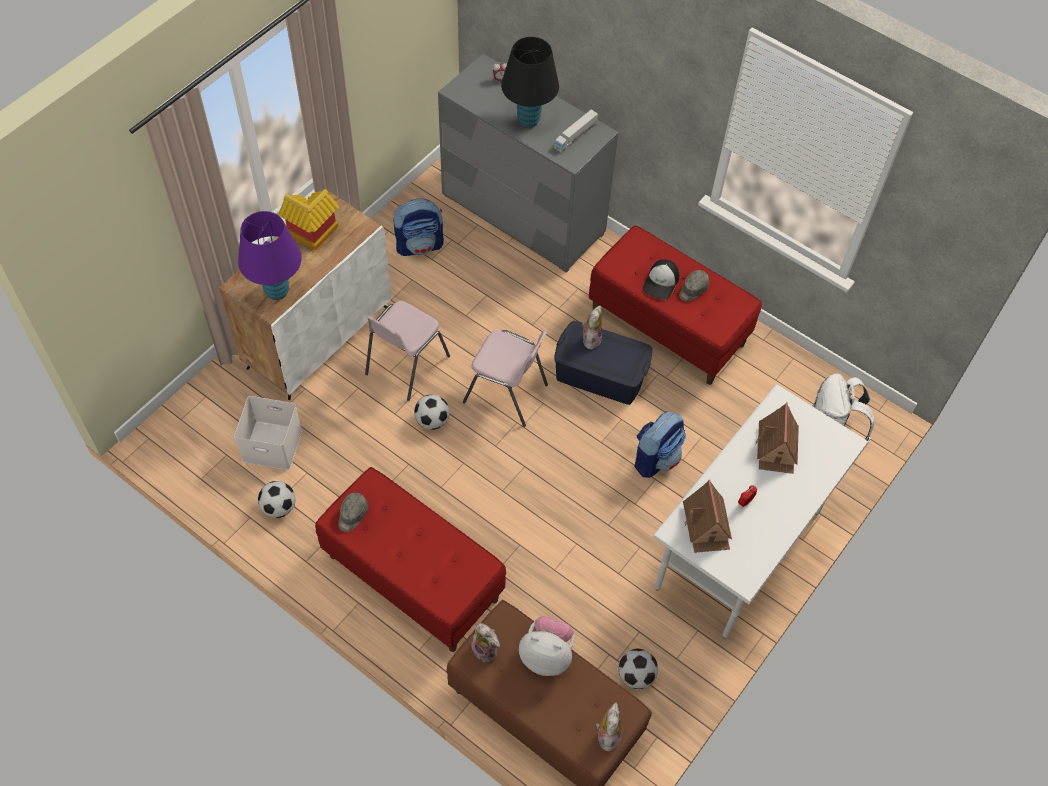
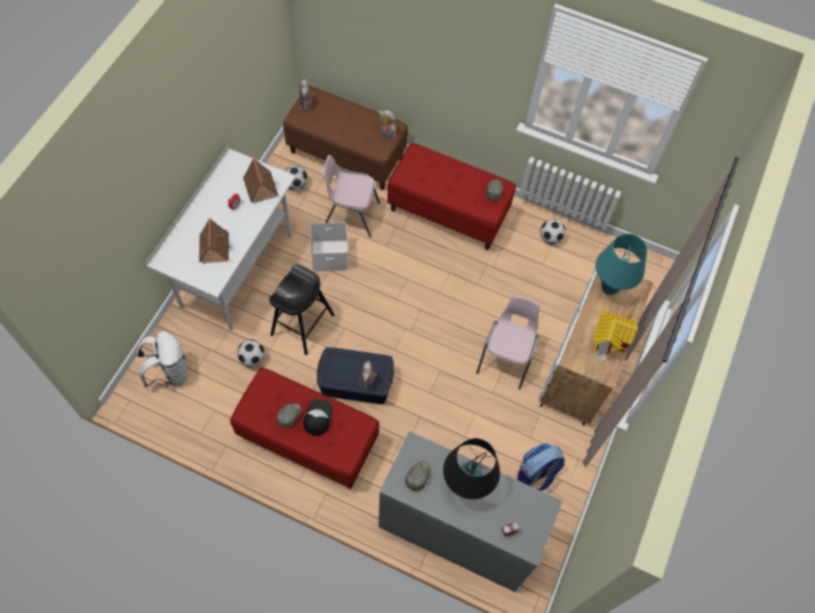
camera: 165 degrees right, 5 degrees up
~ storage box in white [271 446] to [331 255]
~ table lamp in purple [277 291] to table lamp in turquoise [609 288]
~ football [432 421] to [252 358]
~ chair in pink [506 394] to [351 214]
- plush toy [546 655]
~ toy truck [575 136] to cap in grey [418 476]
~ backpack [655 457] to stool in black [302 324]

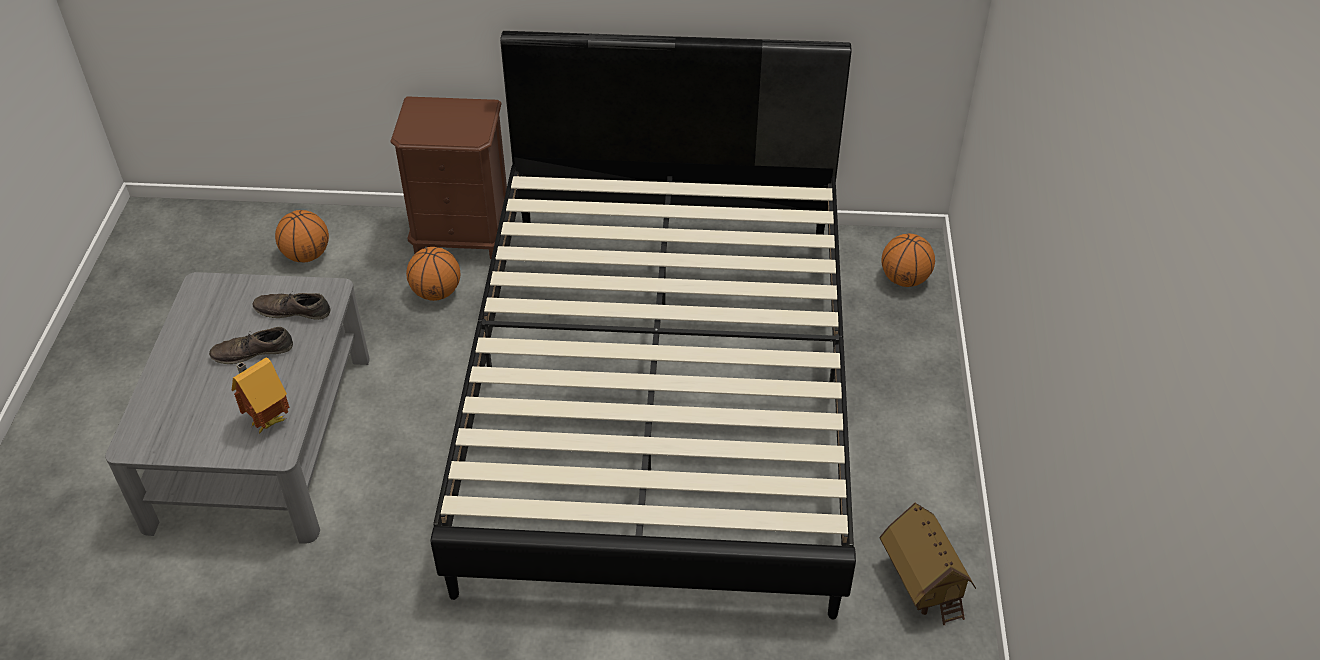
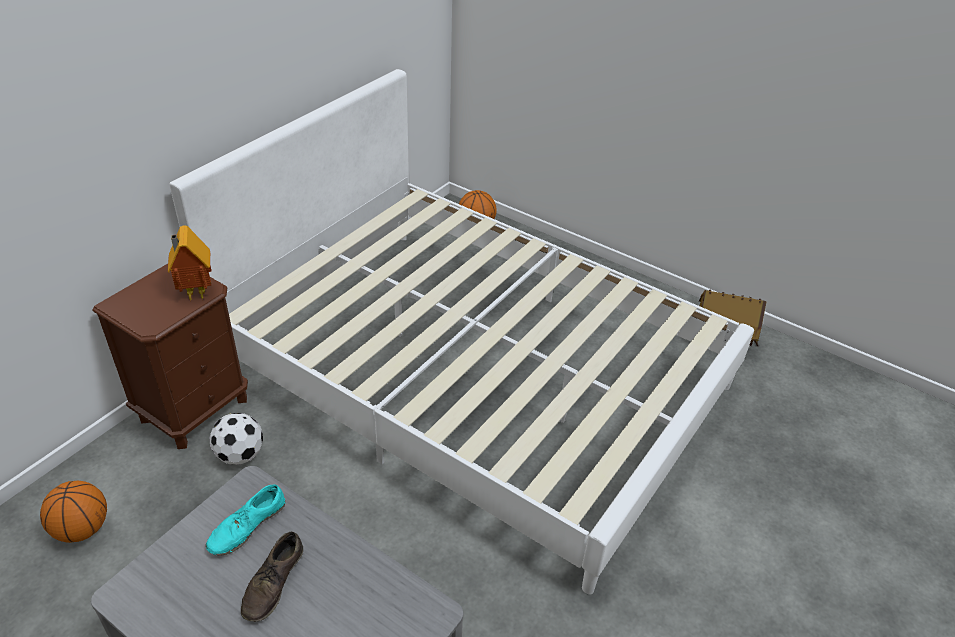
camera: 60 degrees left, 5 degrees down
~ toy house [267 421] to [194 292]
~ shoe in brown [293 311] to shoe in turquoise [247 526]
~ basketball [436 293] to football [240 454]
~ bed in black [661 391] to bed in white [474 374]

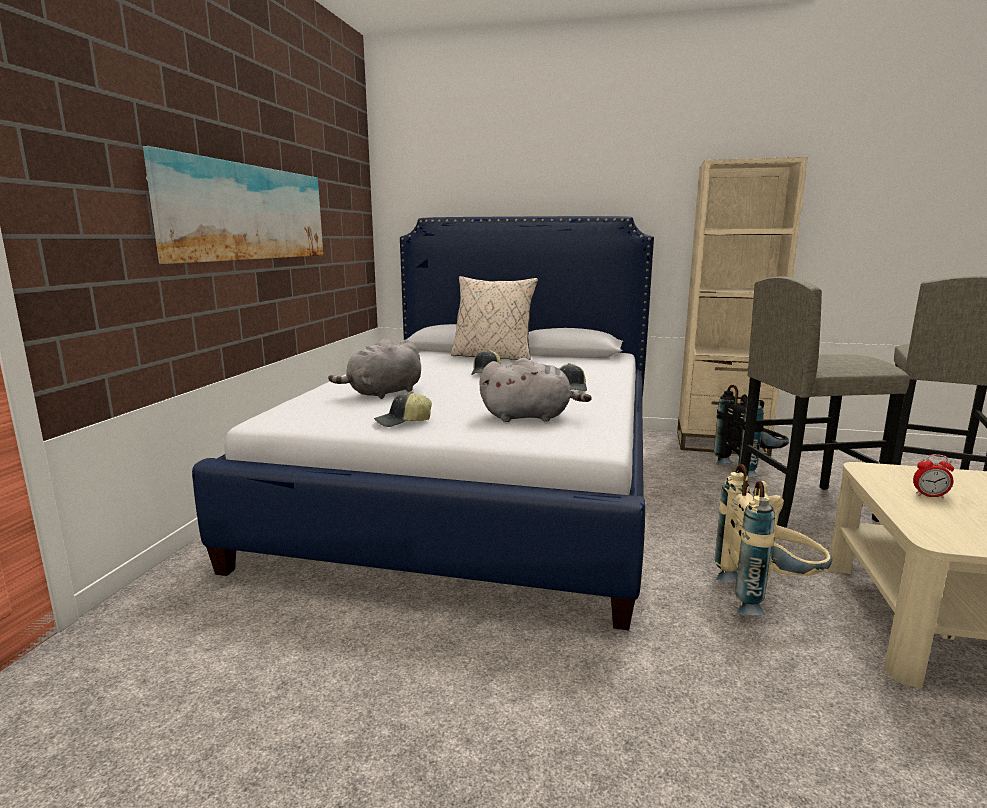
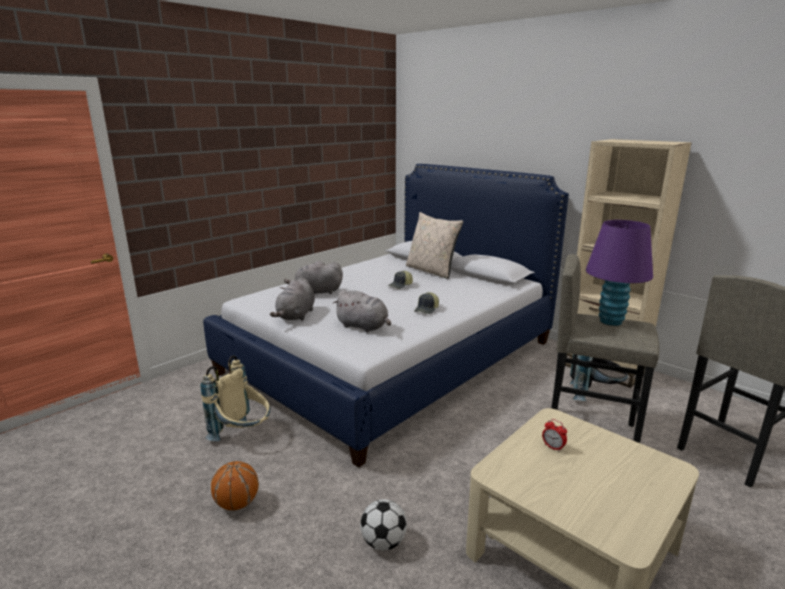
camera: 30 degrees right, 5 degrees up
- picture [247 212]
~ cap [403 422] to plush toy in grey [296 316]
~ backpack in beige [767 597] to [243 436]
+ basketball [237 504]
+ football [383 542]
+ table lamp in purple [610 321]

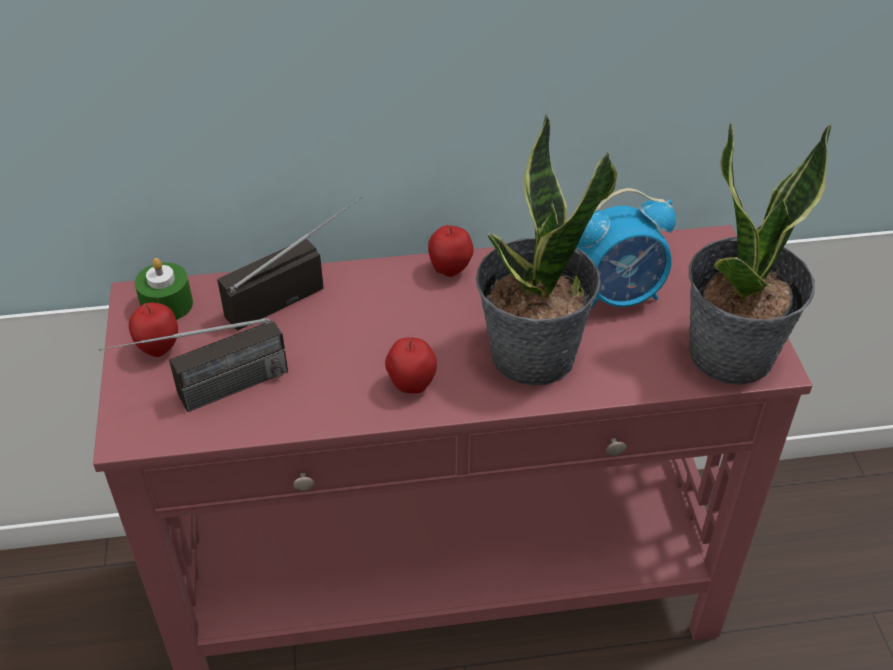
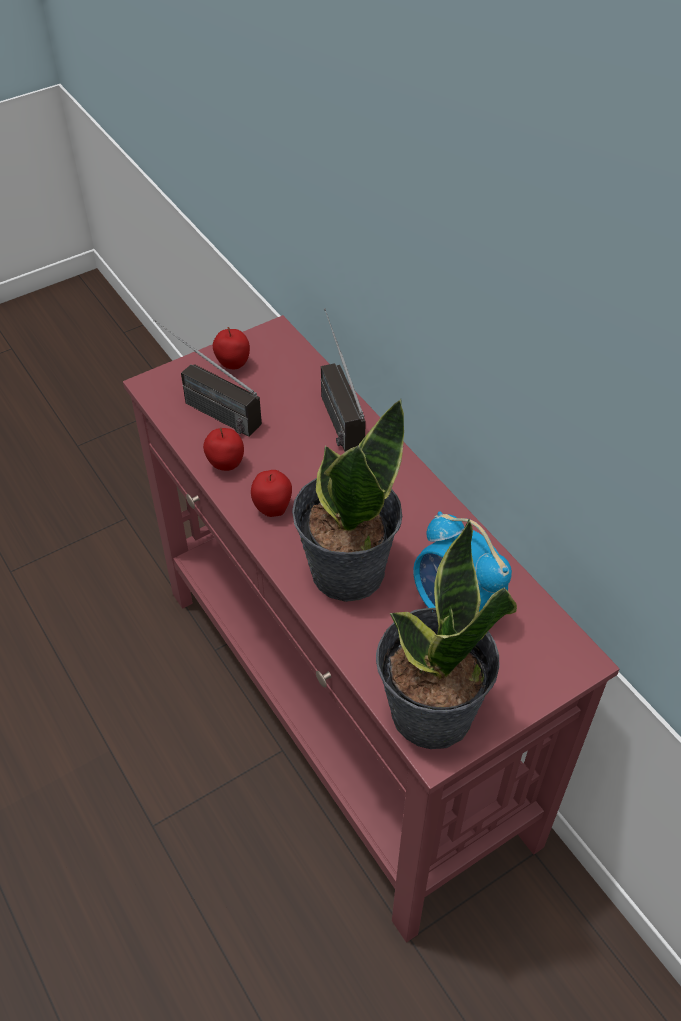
camera: 65 degrees right, 5 degrees up
- candle in green [167 304]
~ radio [296 290] = [333 407] 135 degrees counterclockwise
~ apple [450 271] to [226 466]

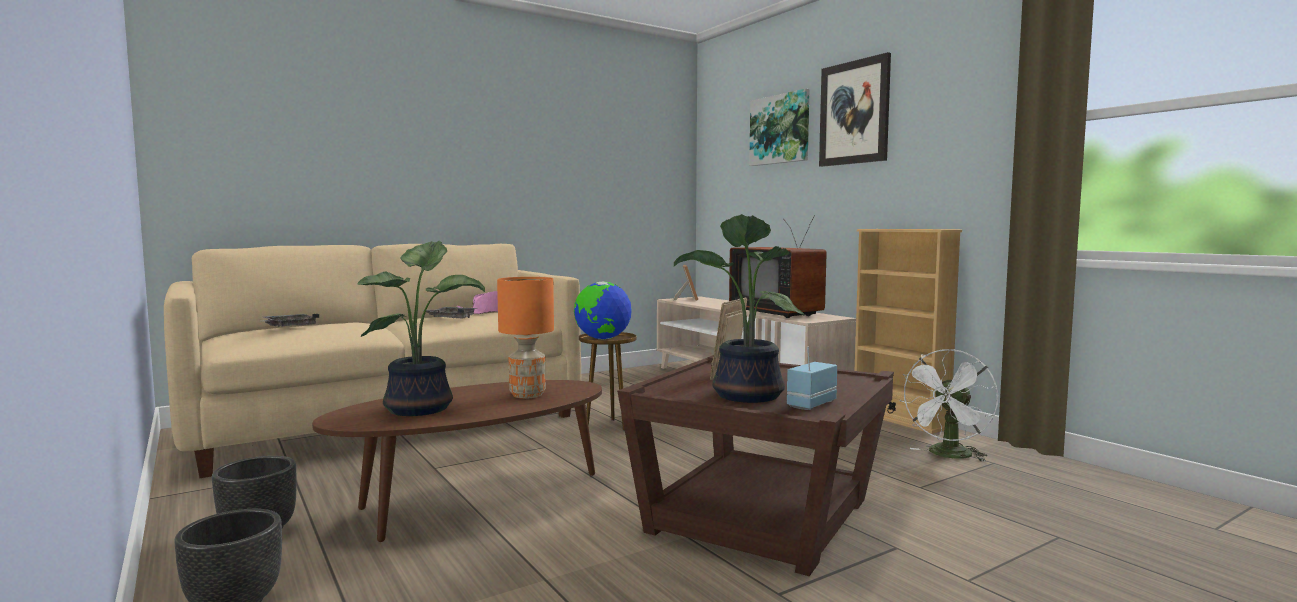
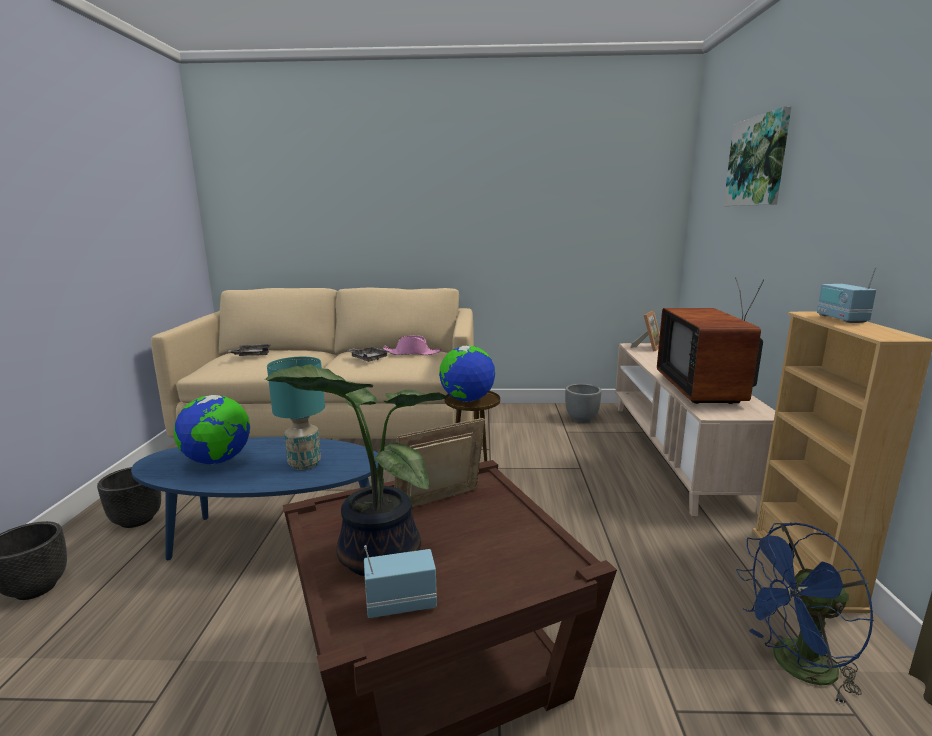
camera: 35 degrees right, 10 degrees up
~ coffee table in brown [474 501] to coffee table in blue [268 538]
~ potted plant [423 408] to globe [217 461]
~ table lamp in orange [527 395] to table lamp in turquoise [304 464]
- picture [854 113]
~ fan in white [948 456] to fan in blue [795 667]
+ planter in grey [581 419]
+ radio [841 319]

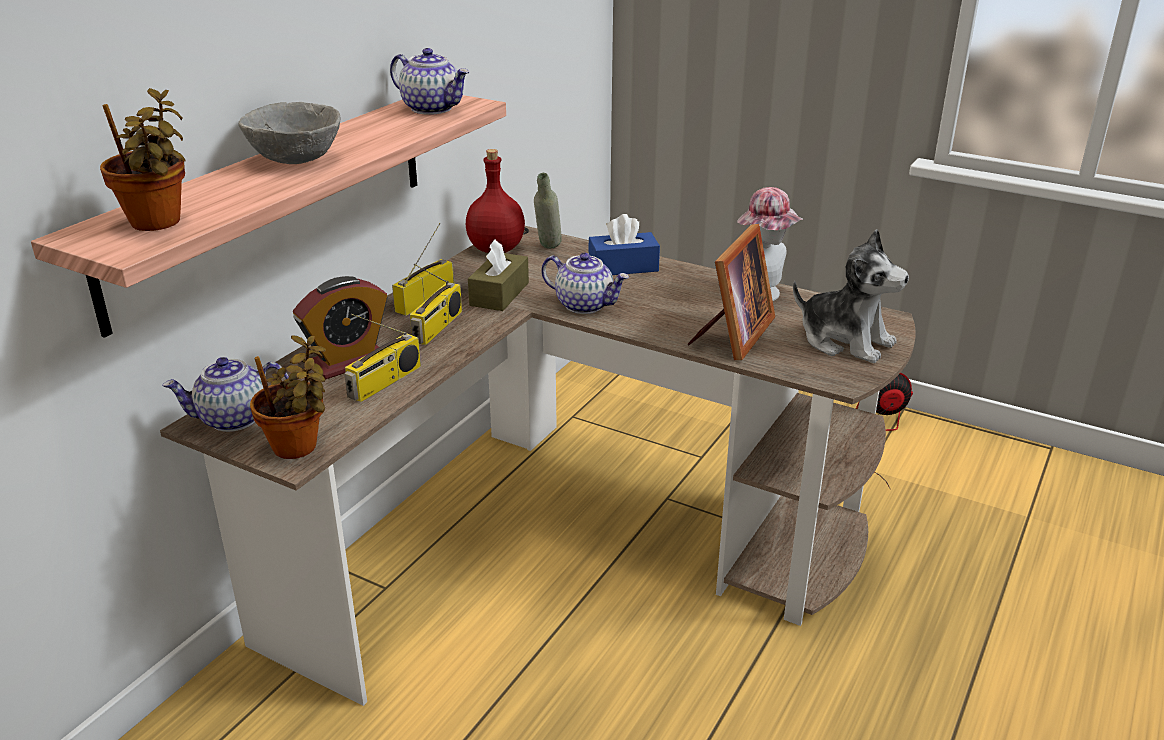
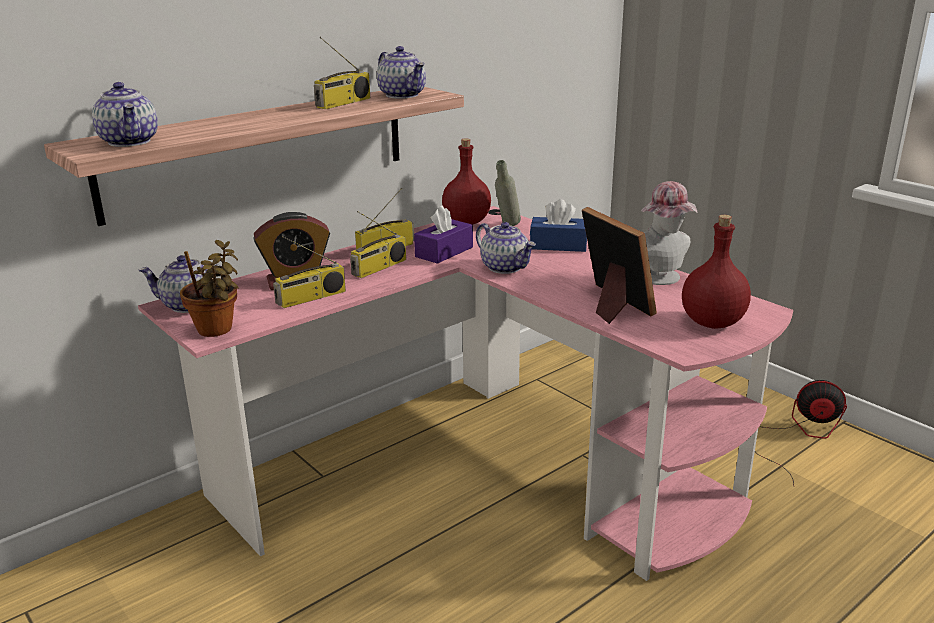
camera: 20 degrees right, 5 degrees down
~ potted plant [158 223] to teapot [130 142]
~ desk in brown [566 536] to desk in pink [482 467]
- bowl in grey [296 159]
~ tissue box in brown [499 294] to tissue box in purple [444 252]
~ picture frame [732 336] = [611 305] 75 degrees counterclockwise
~ plush toy [845 341] to bottle in red [711 322]
+ radio [343 103]

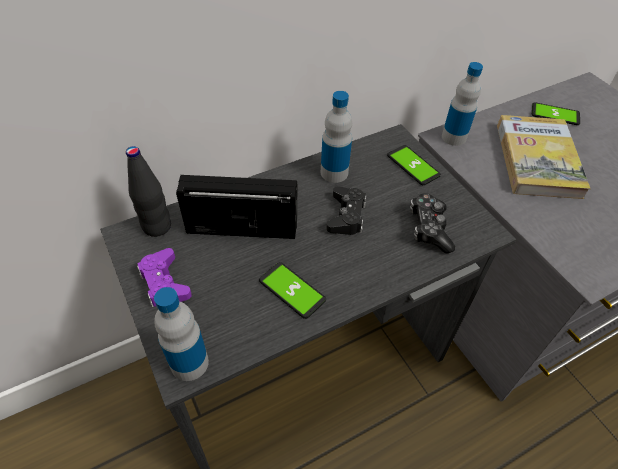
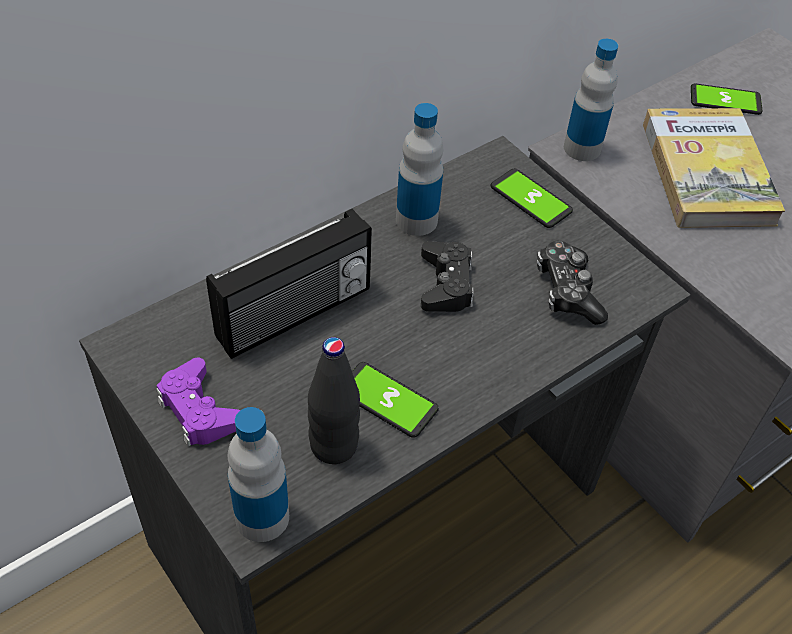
camera: 10 degrees left, 0 degrees up
~ bottle in black [157 227] to [334 446]
~ radio [242 226] = [296 315] 150 degrees clockwise

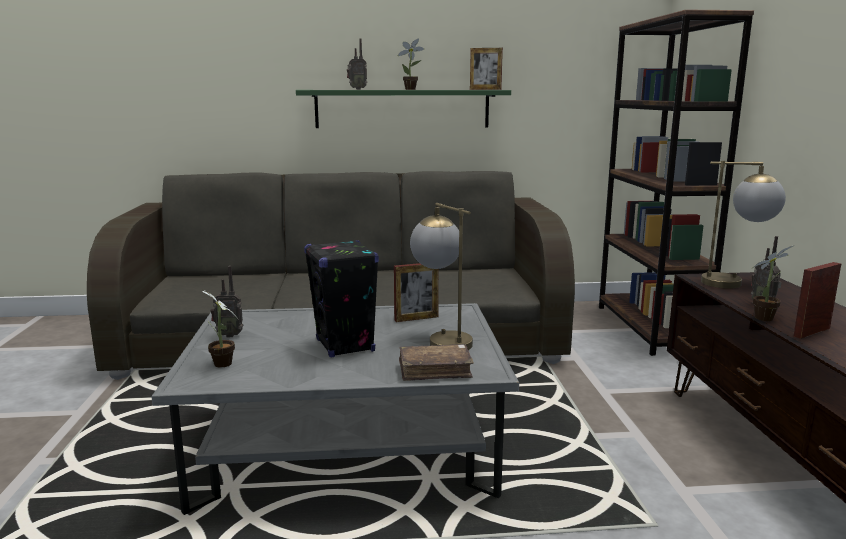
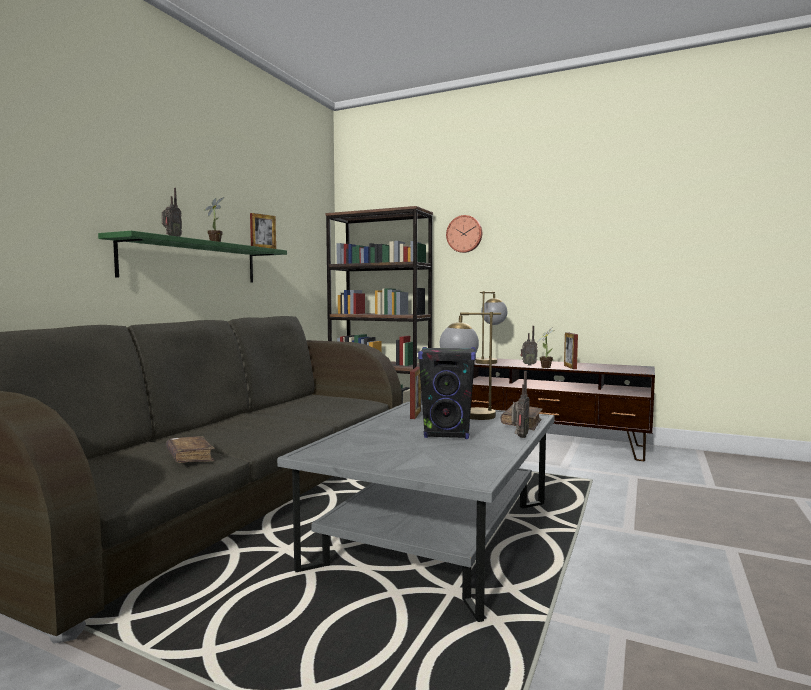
camera: 60 degrees left, 10 degrees down
- potted plant [222 365]
~ radio [229 335] to [519 437]
+ book in brown [190 457]
+ wall clock [464 234]

